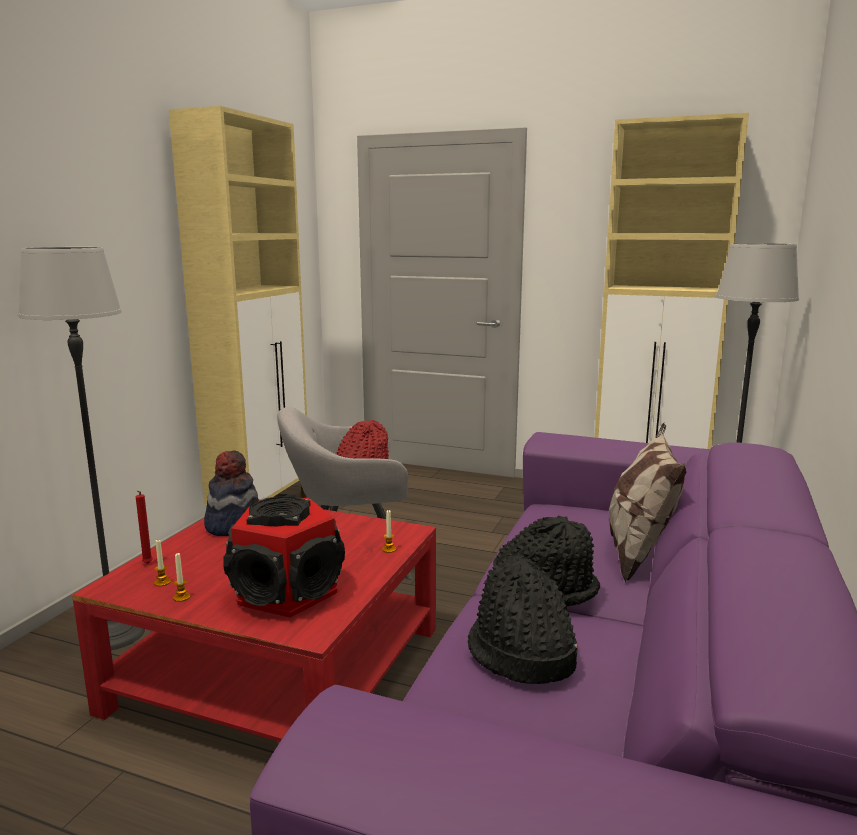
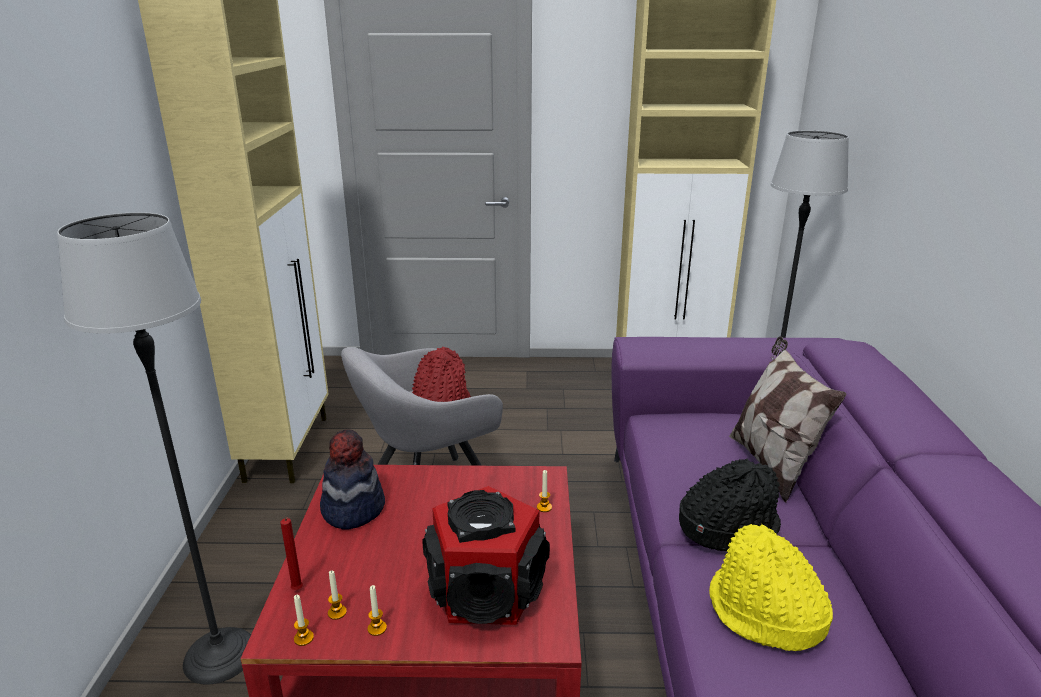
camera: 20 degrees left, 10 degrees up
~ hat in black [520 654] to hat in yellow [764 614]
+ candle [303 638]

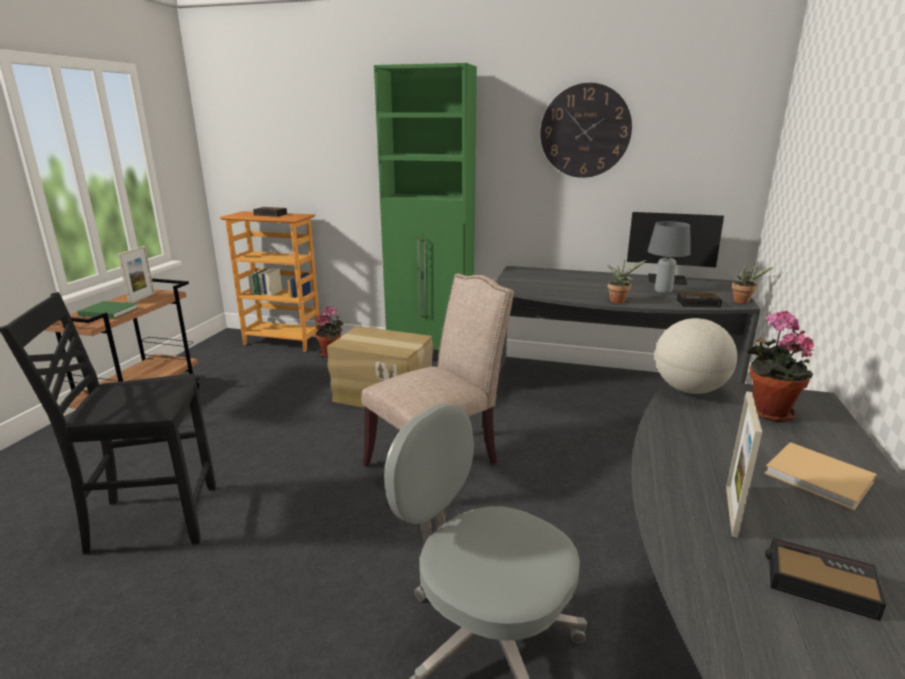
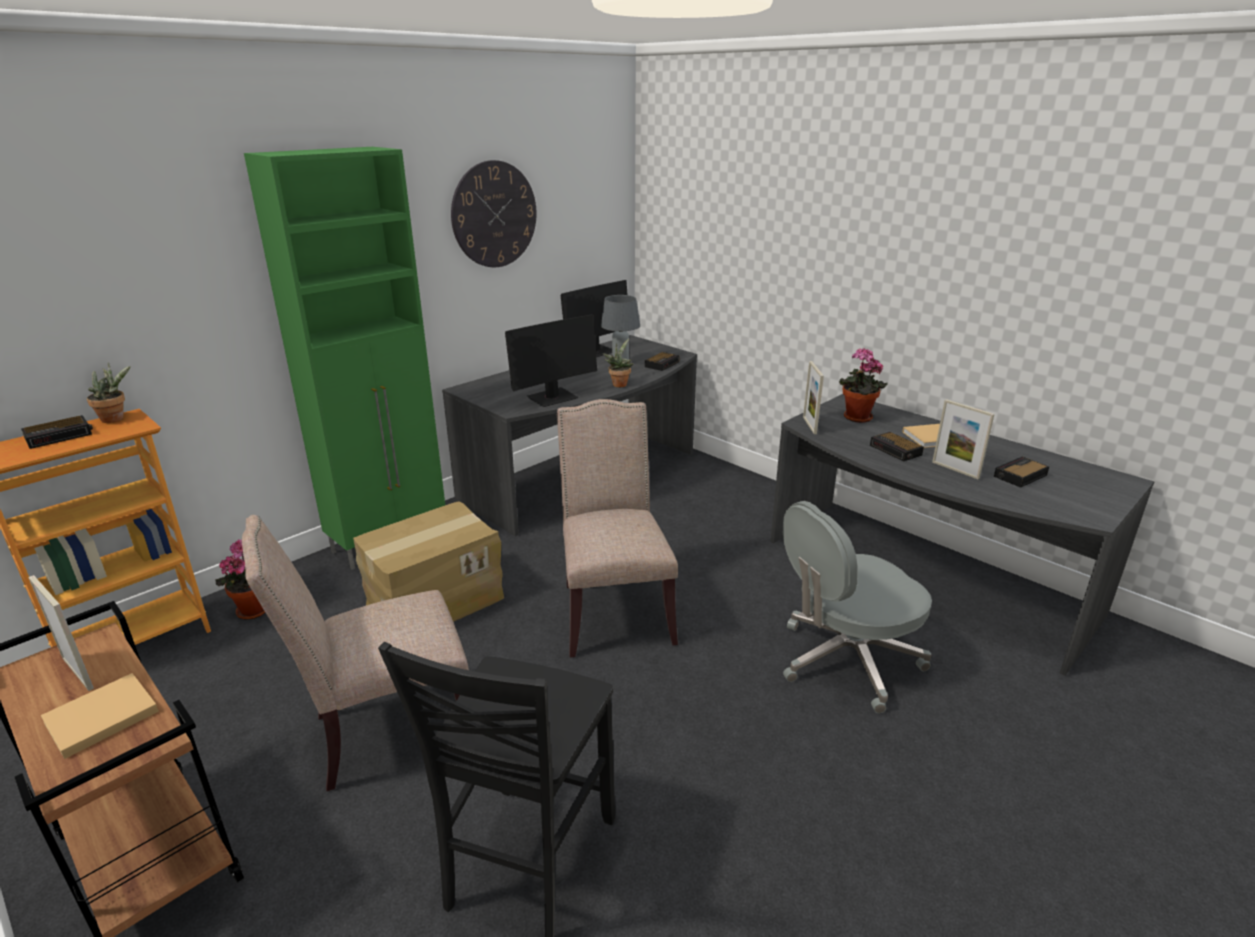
camera: 60 degrees left, 5 degrees up
~ book in green [107 311] to book in beige [98 718]
~ globe [689 389] to picture frame [809 425]
~ potted plant [743 301] to [116 419]
+ chair in beige [387 732]
+ monitor [552 398]
+ alarm clock [896 450]

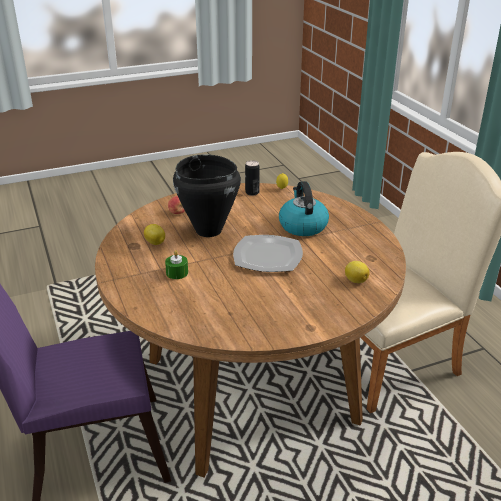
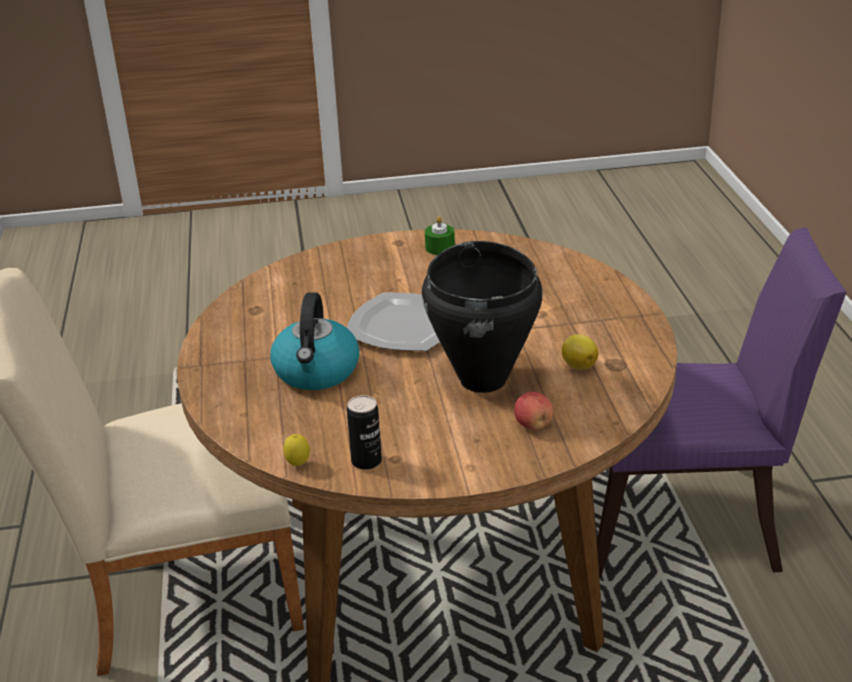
camera: 165 degrees left, 0 degrees up
~ candle in green [177 273] to [440 248]
- lemon [355 280]

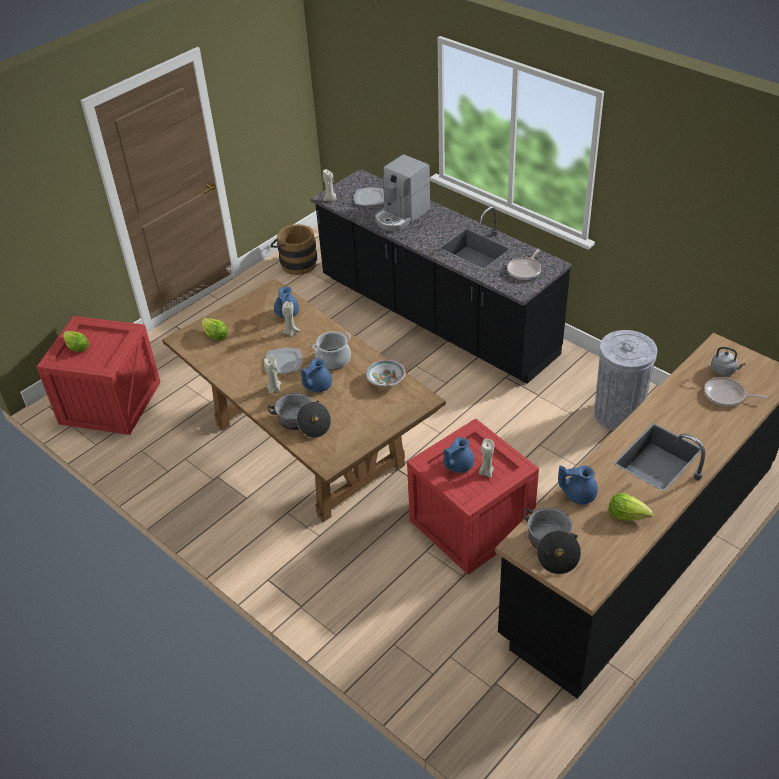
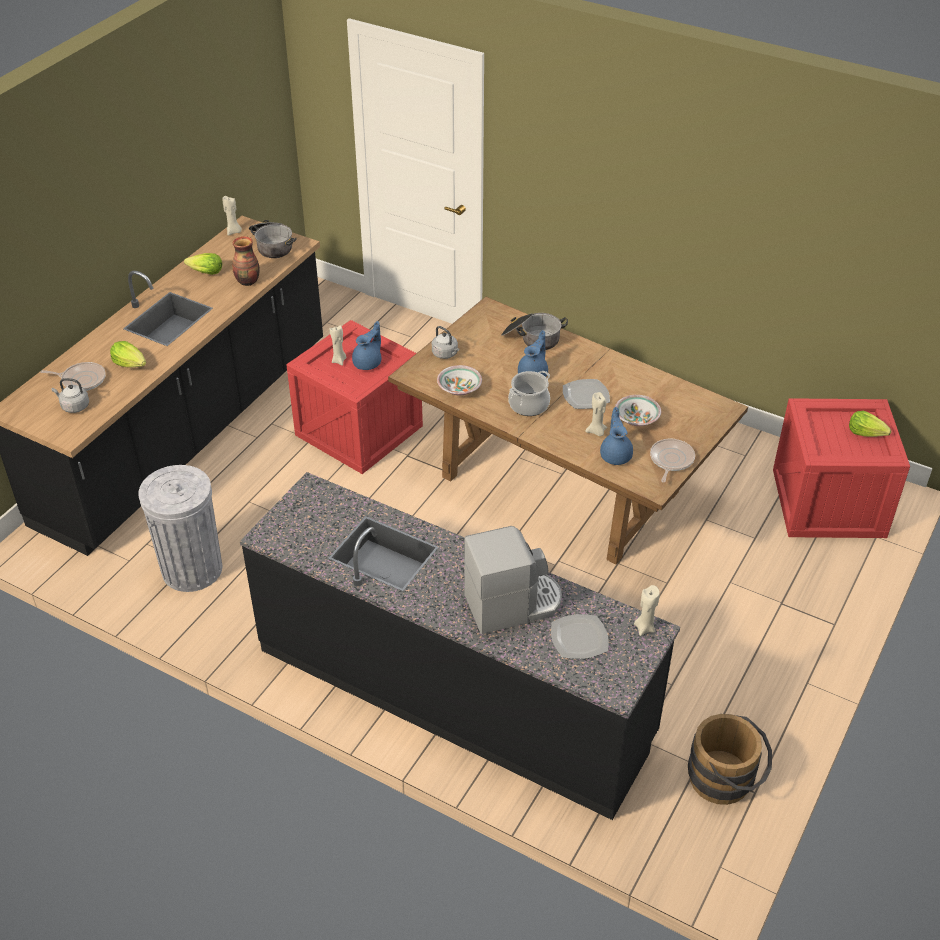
camera: 165 degrees right, 0 degrees up
~ lettuce [215 335] to [130 364]
~ candle in beige [274 389] to [234 232]
~ coffee machine [401 216] = [513 604] 45 degrees clockwise
~ frying pan [525 270] to [670 460]
~ teapot in blue [578 494] to vase [248 281]
+ kettle in grey [446 354]
+ bowl [637 419]

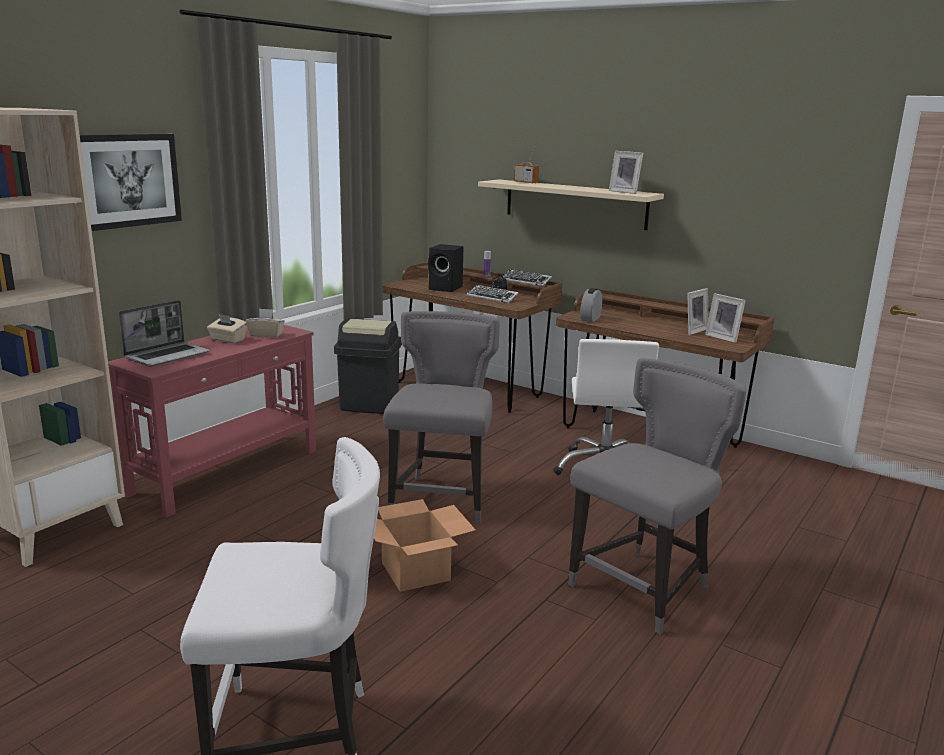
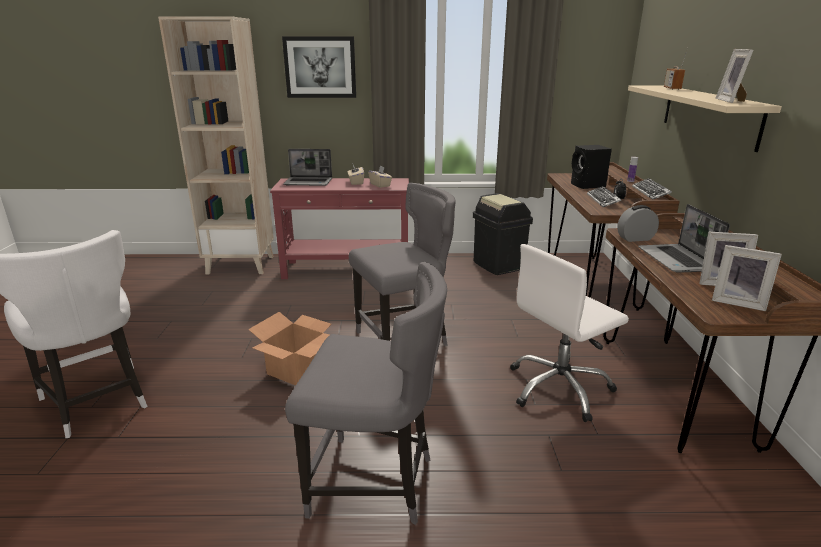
camera: 55 degrees right, 5 degrees up
~ picture frame [724 338] = [738 302] 75 degrees counterclockwise
+ laptop [677 260]

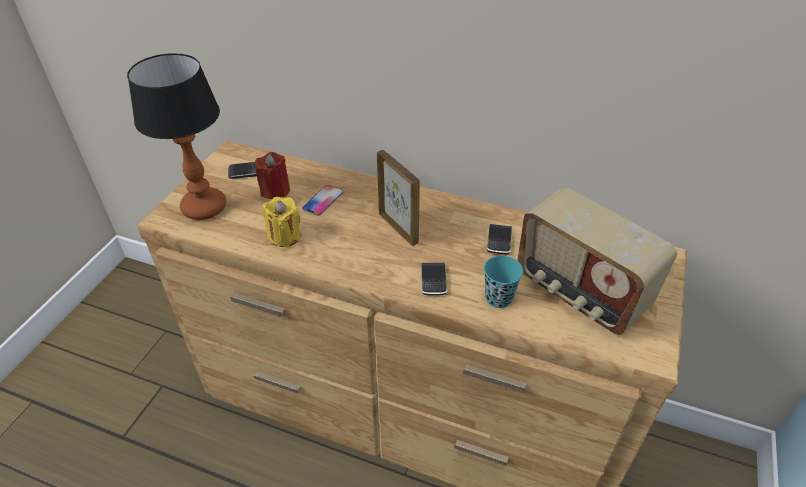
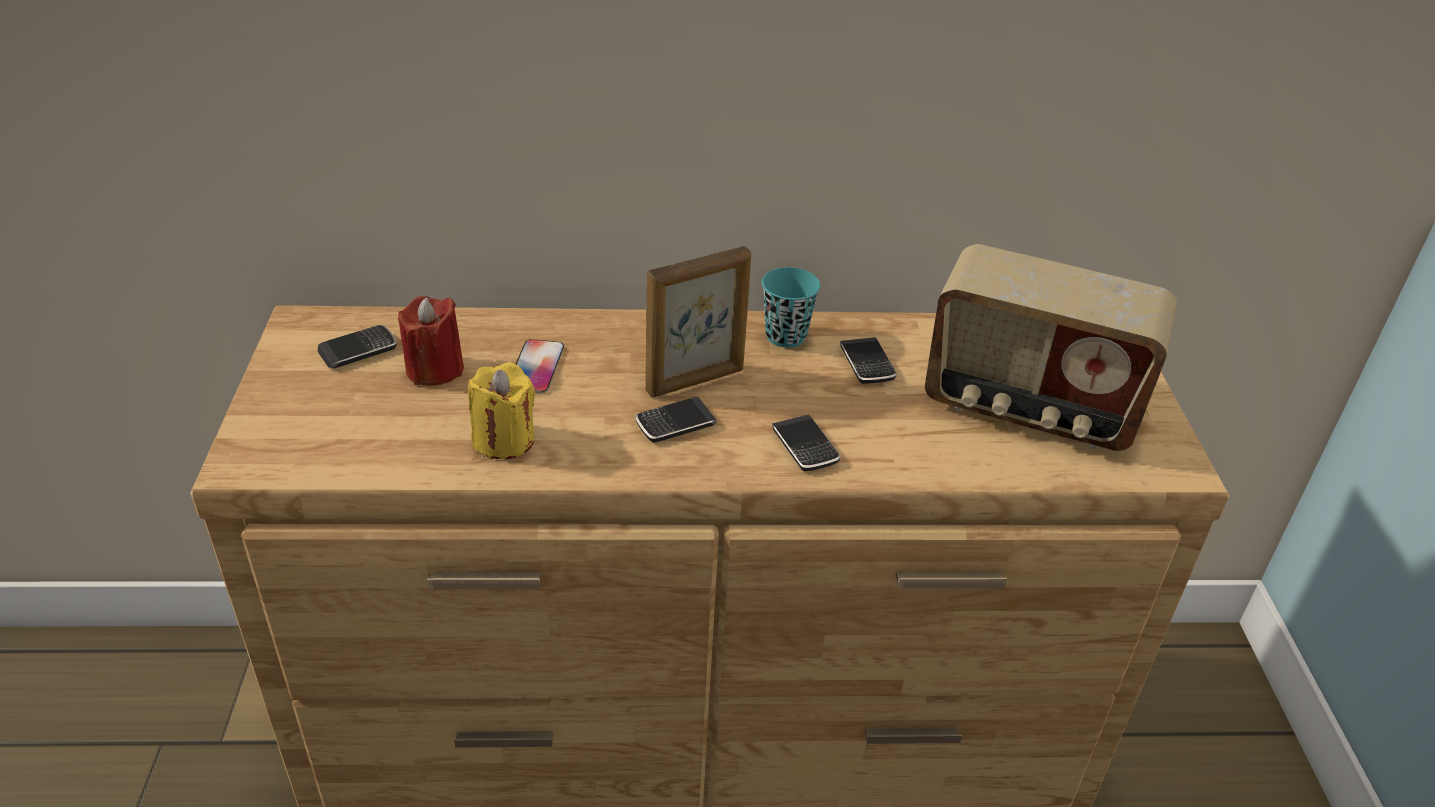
camera: 25 degrees left, 5 degrees down
- table lamp [204 208]
~ picture frame [398 228] = [696 381] 120 degrees clockwise
~ cup in turquoise [498 298] to [785 336]
+ phone [675 424]

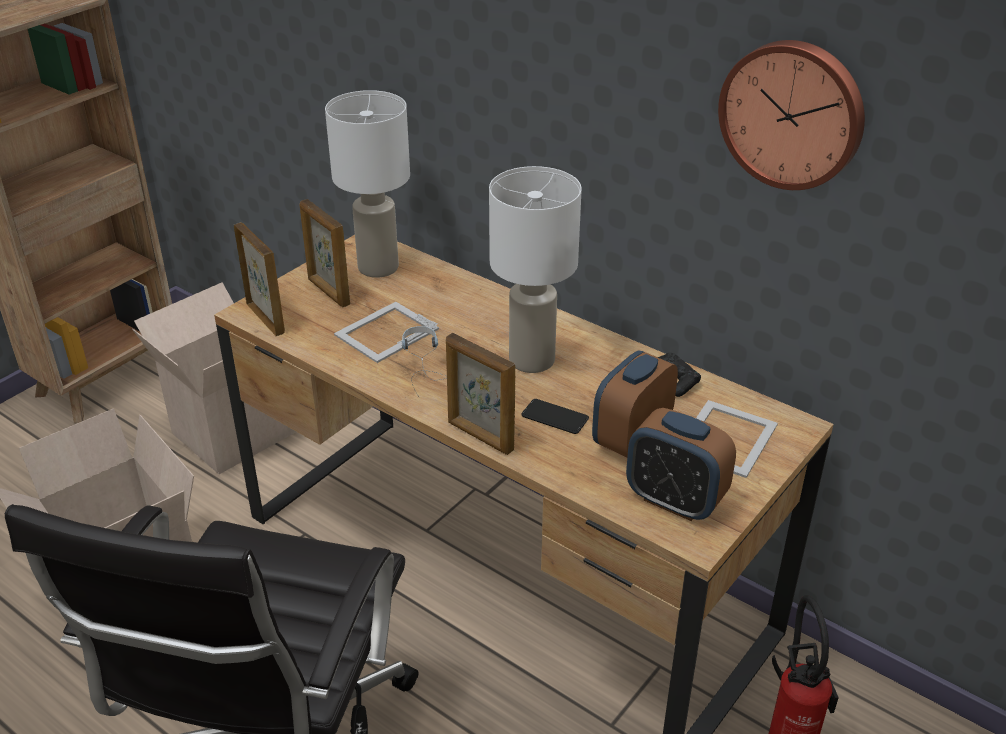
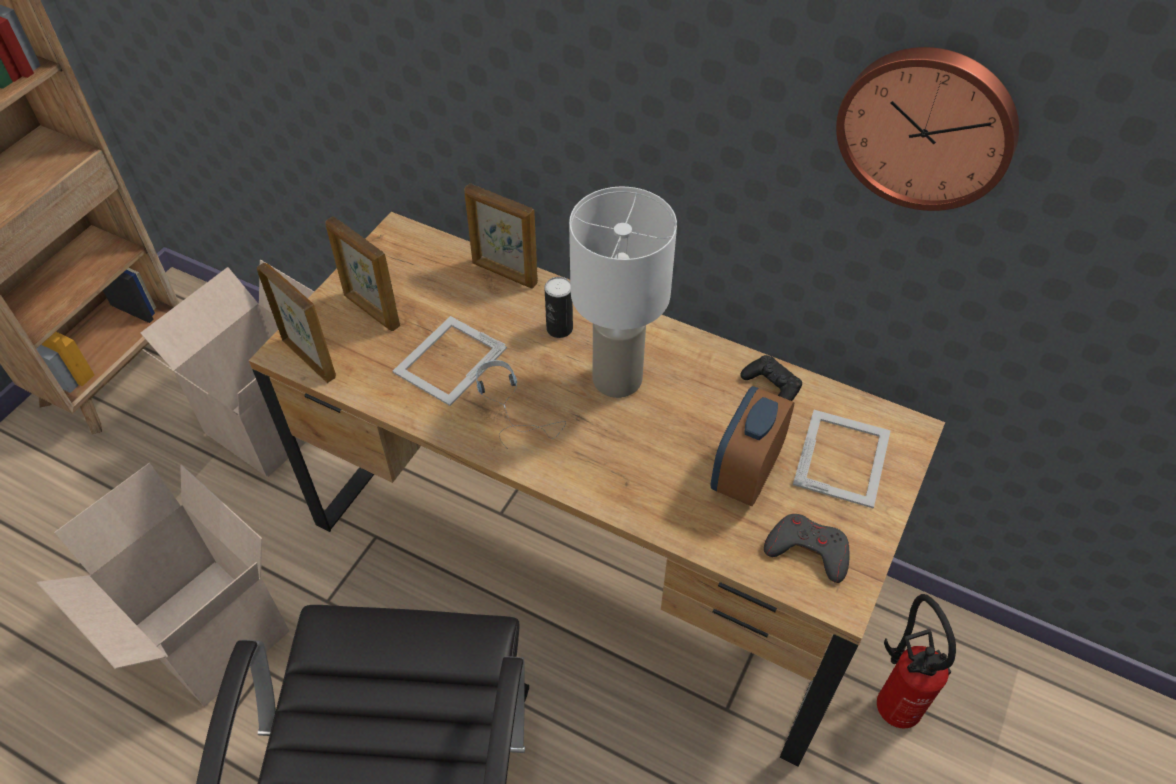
camera: 10 degrees left, 15 degrees up
- table lamp in white [379 267]
~ picture frame [480 436] to [504 273]
- phone [555 417]
~ alarm clock [675 500] to game controller in grey [808 550]
+ can [559 328]

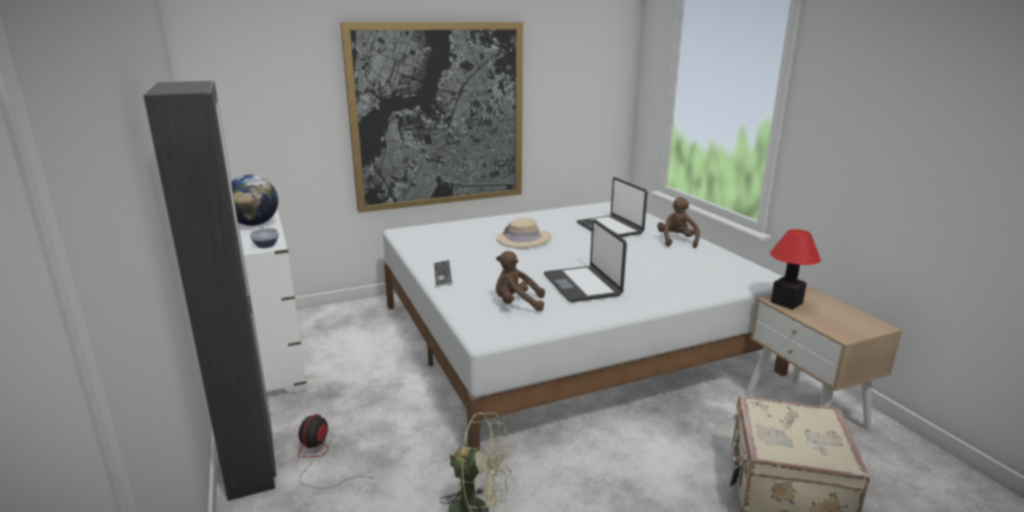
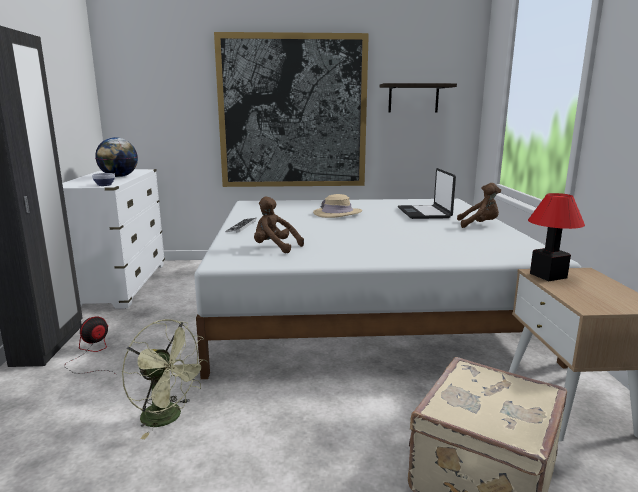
camera: 20 degrees right, 5 degrees down
- laptop [583 285]
~ plush toy in brown [676 241] = [479 225] 75 degrees clockwise
+ shelf [413 98]

